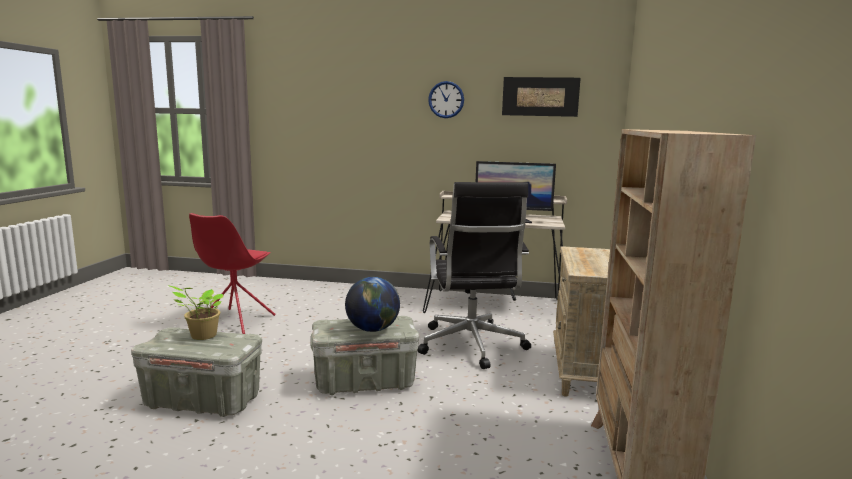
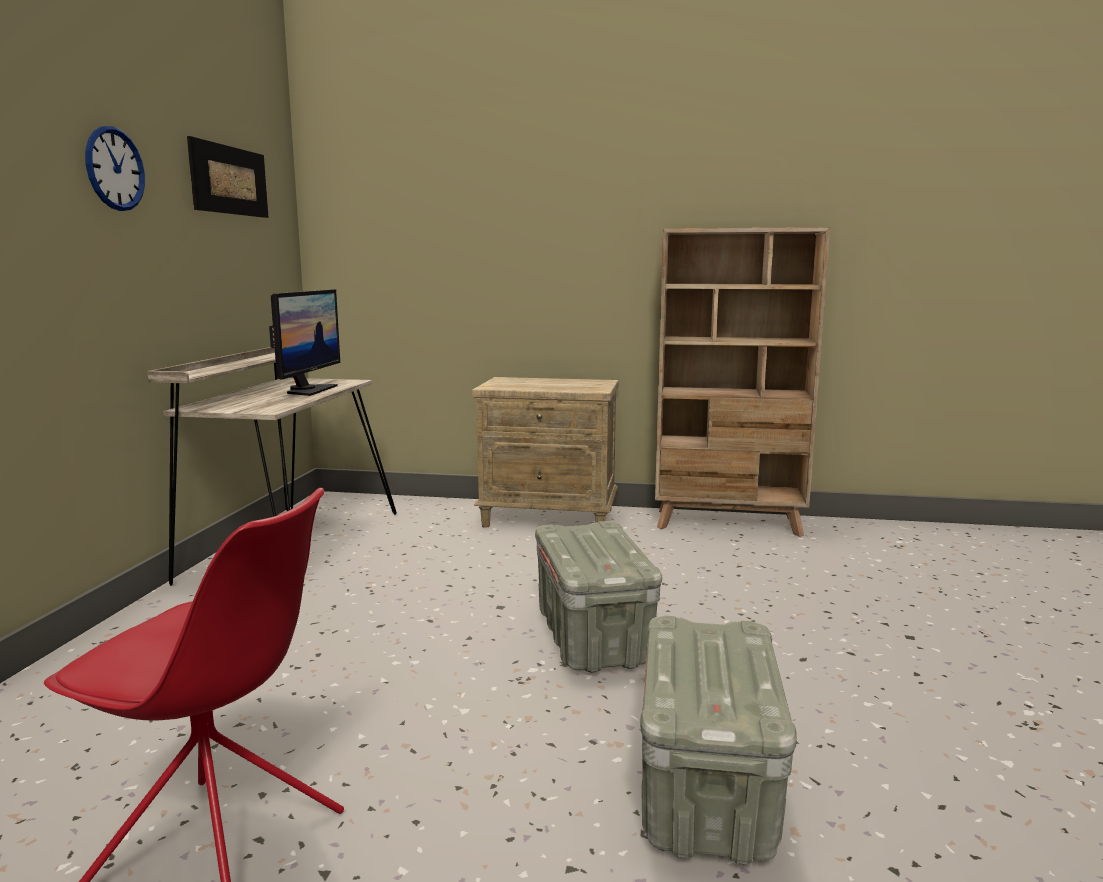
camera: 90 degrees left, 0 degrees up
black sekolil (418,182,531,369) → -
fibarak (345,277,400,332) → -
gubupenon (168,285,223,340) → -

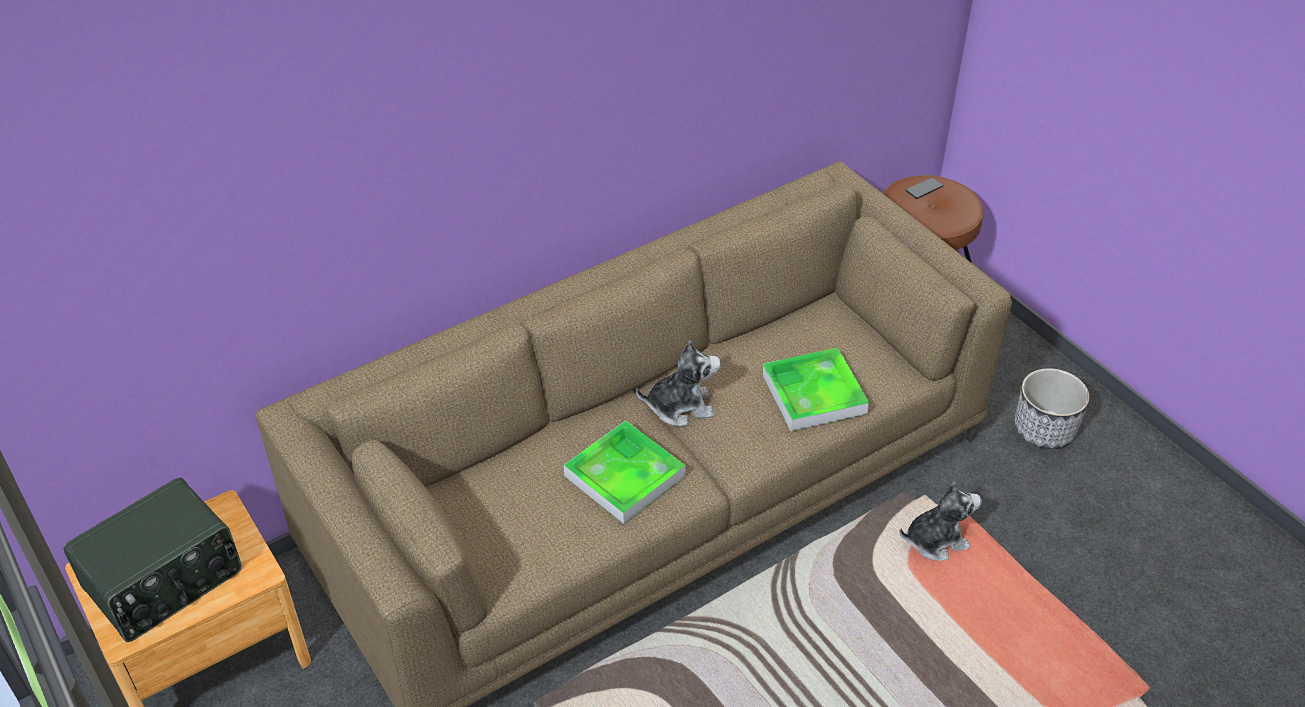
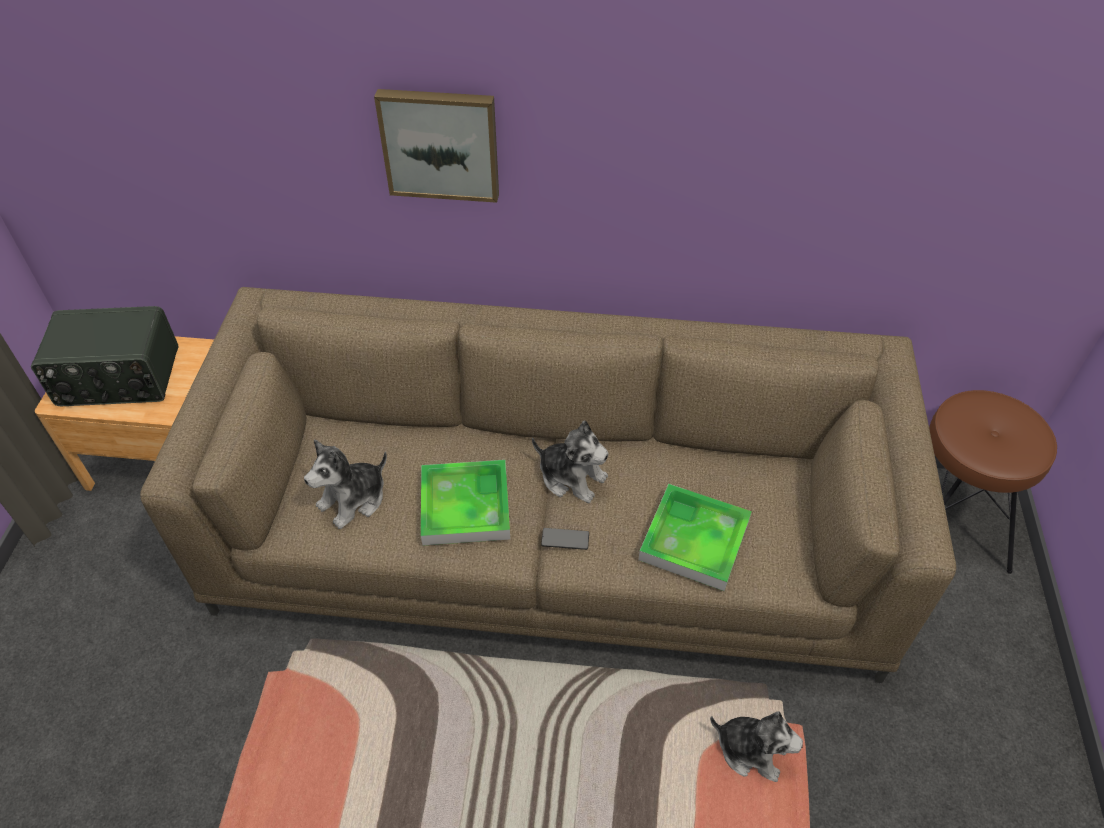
camera: 40 degrees right, 5 degrees up
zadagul (906,177,944,199) → zadagul (541,528,589,550), moved
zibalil (1014,368,1089,449) → -
- → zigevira (374,89,499,203)
- → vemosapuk (304,440,387,529)

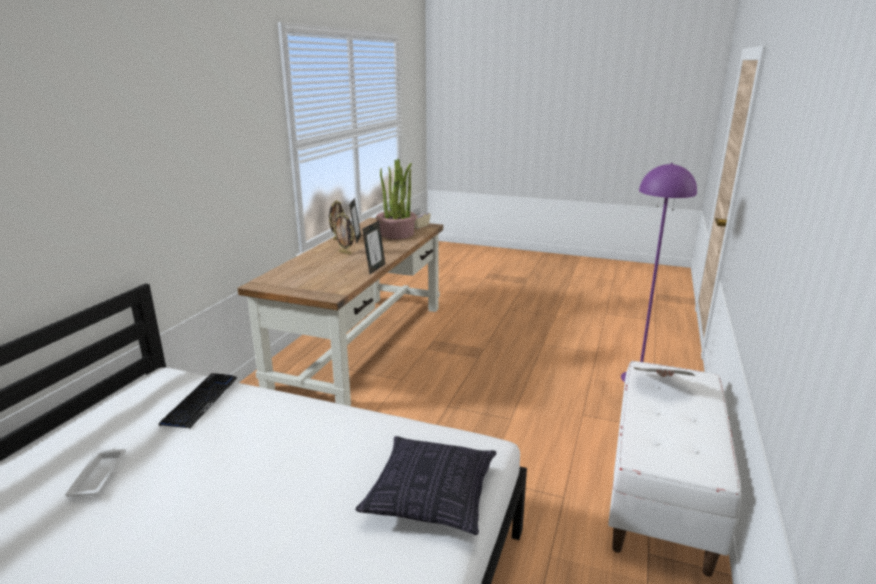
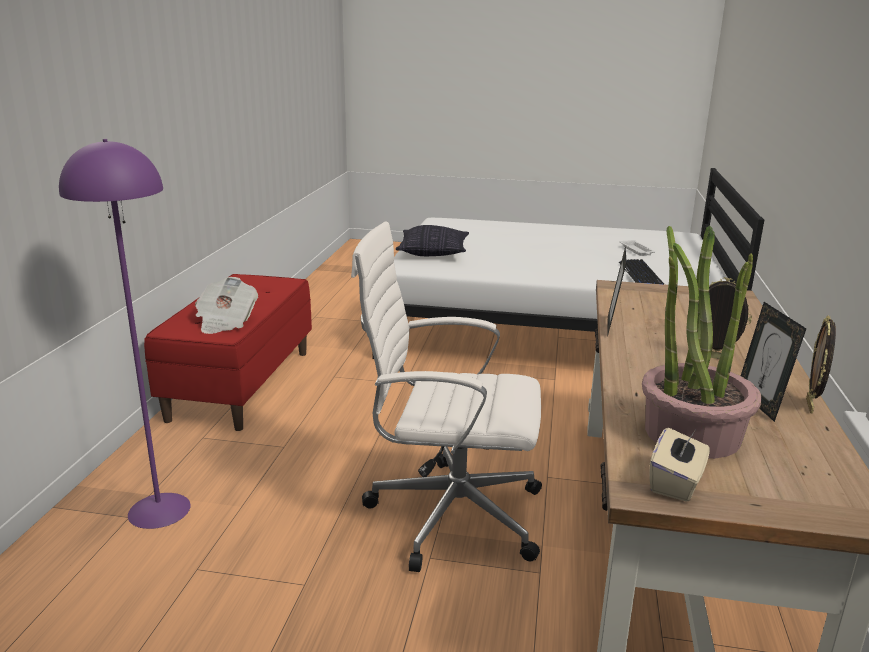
camera: 170 degrees right, 0 degrees up
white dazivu (608,361,741,577) → red dazivu (144,274,312,431)
- → white sekolil (351,221,542,572)

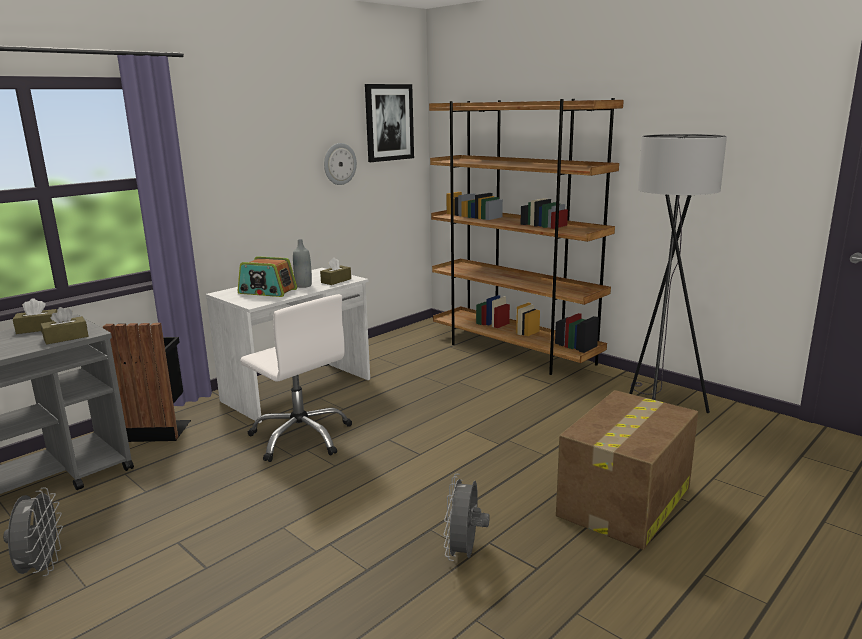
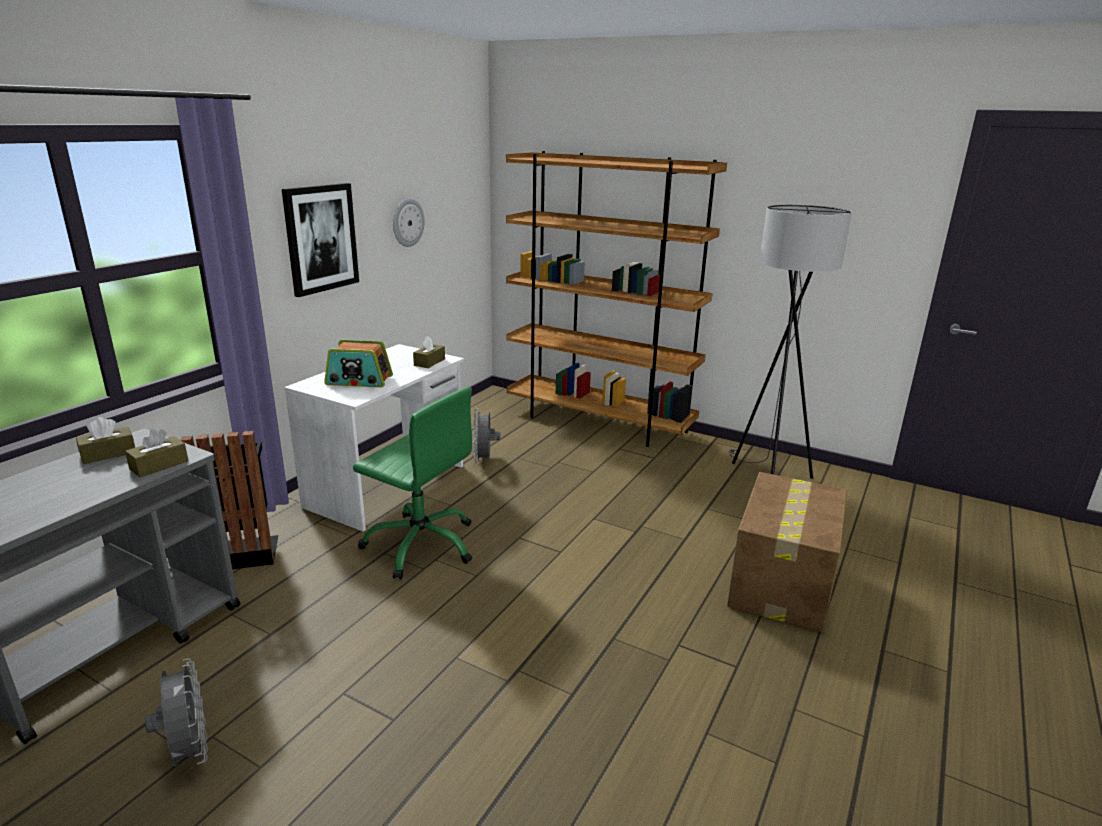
camera: 15 degrees left, 5 degrees up
zigevira (365,84,414,162) → zigevira (282,183,359,297), moved
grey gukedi (293,239,312,288) → -
white sekolil (240,294,352,462) → green sekolil (353,387,472,579)
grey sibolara (443,474,490,561) → grey sibolara (473,408,500,464), moved

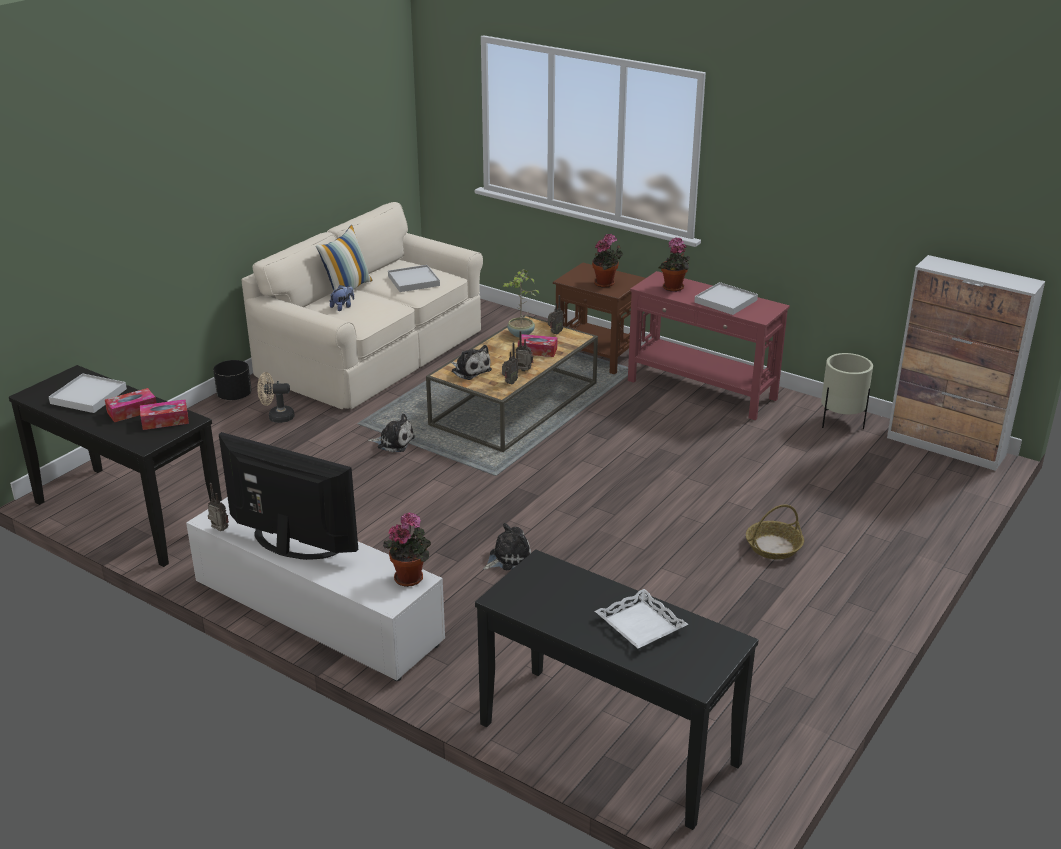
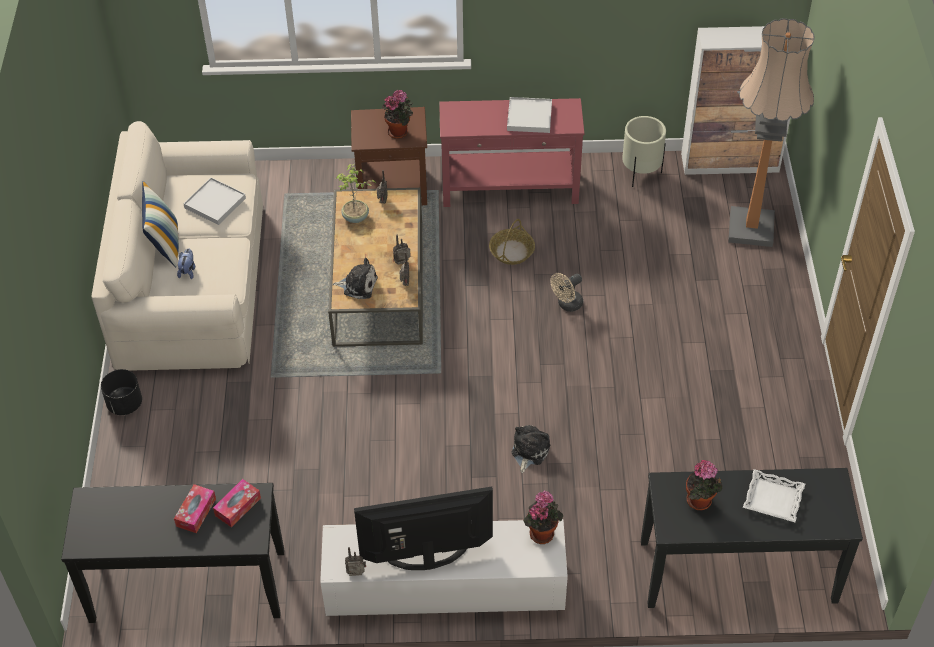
camera: 35 degrees left, 20 degrees up
gubupenon (658,237,690,292) → gubupenon (686,460,723,510), moved
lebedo (518,334,557,357) → -
beige sibolara (257,372,294,423) → beige sibolara (551,273,583,312), moved
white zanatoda (49,373,127,413) → -
vemosapuk (368,414,415,452) → -
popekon (746,504,804,560) → popekon (489,219,535,265), moved
- → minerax (728,18,814,247)

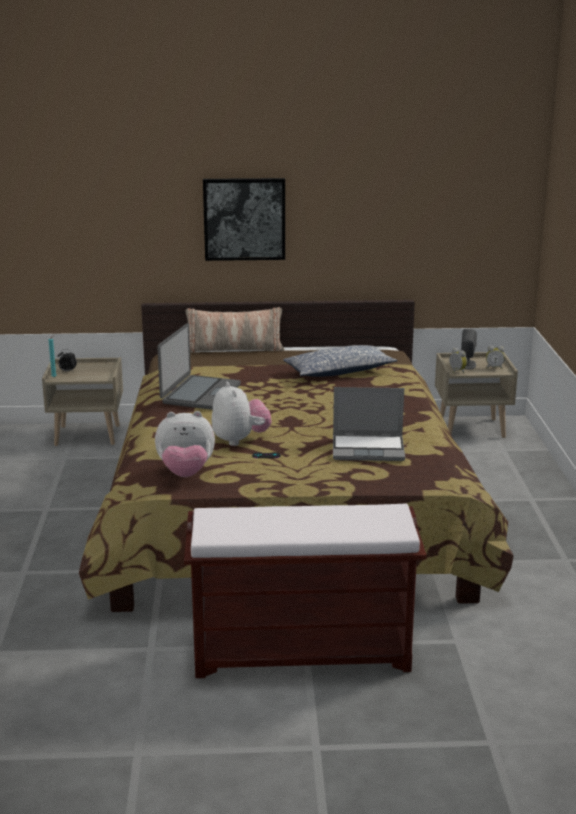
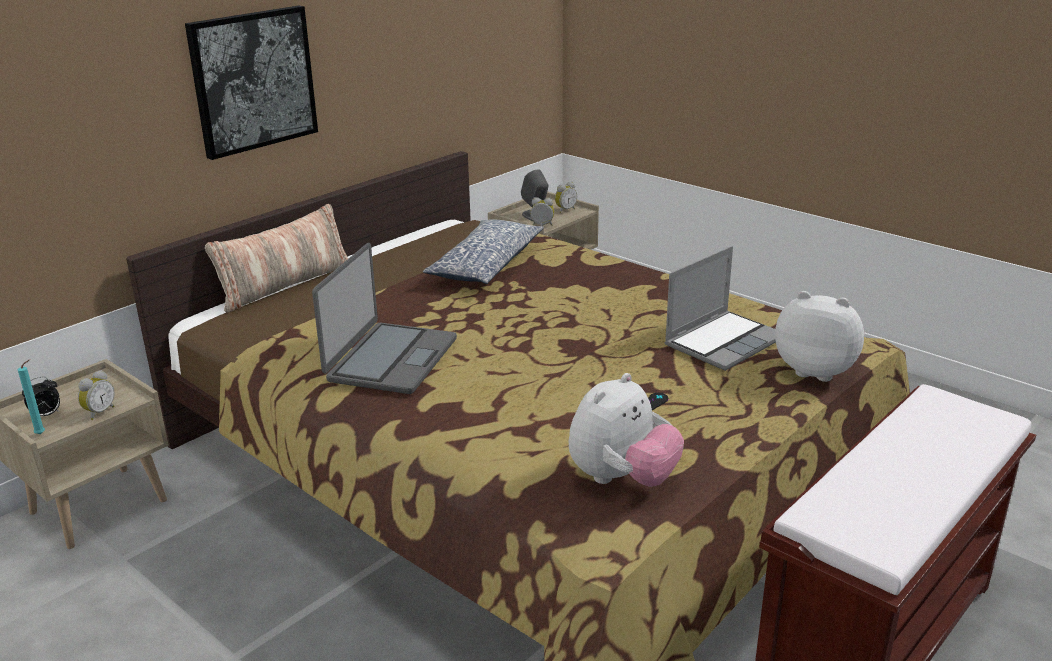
camera: 45 degrees left, 5 degrees up
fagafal (157,323,241,410) → fagafal (312,243,457,394), 45 degrees clockwise
vemosapuk (211,382,272,446) → vemosapuk (775,291,864,382), moved
- → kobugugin (78,370,115,420)

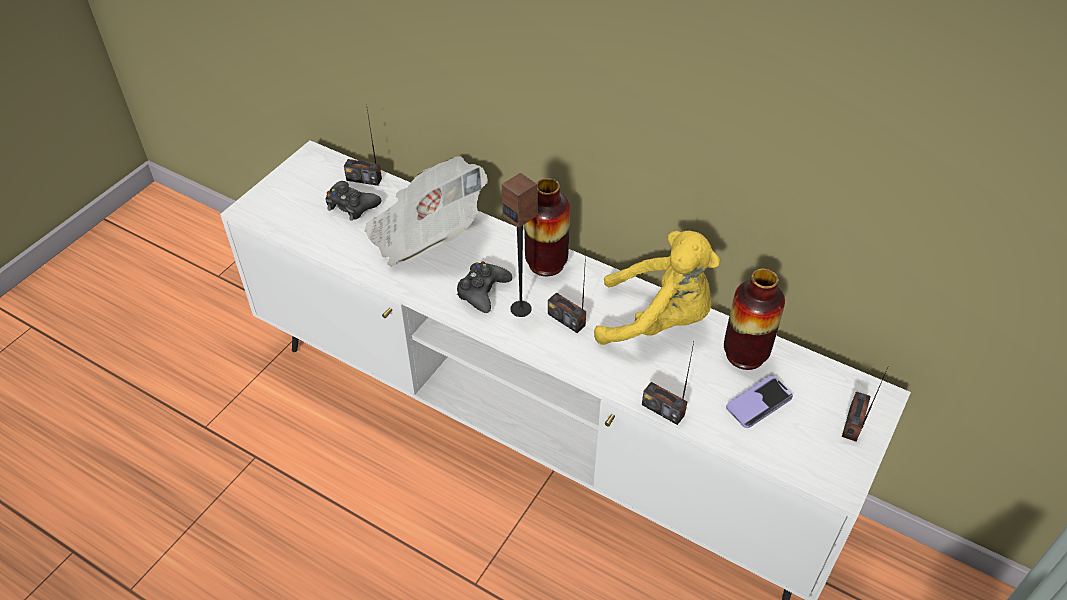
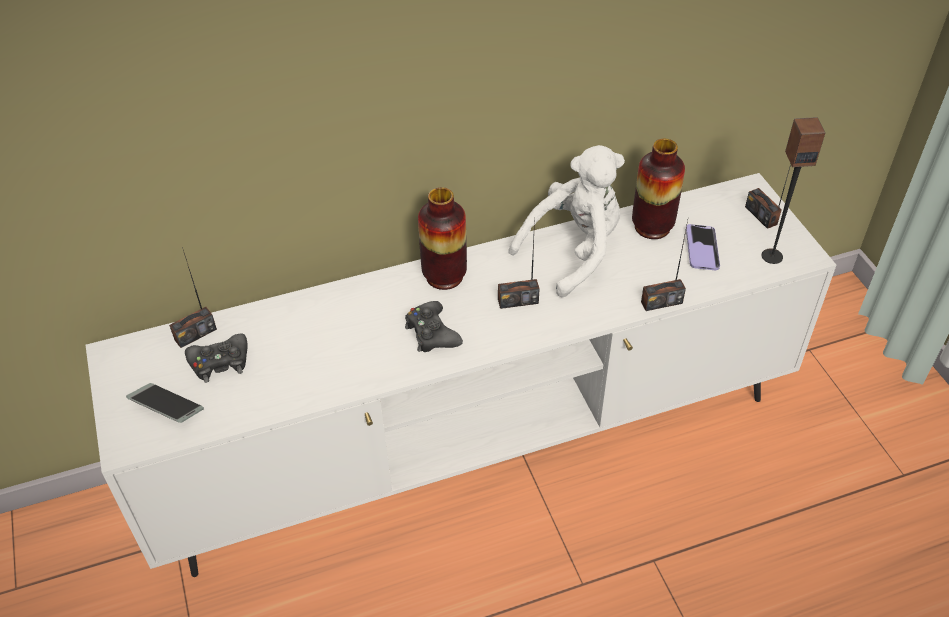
camera: 50 degrees left, 0 degrees up
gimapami (364,156,488,267) → -
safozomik (502,173,538,317) → safozomik (762,117,825,264), moved
yellow vemosapuk (594,231,720,345) → white vemosapuk (508,145,625,297)
- → zadagul (126,383,204,423)

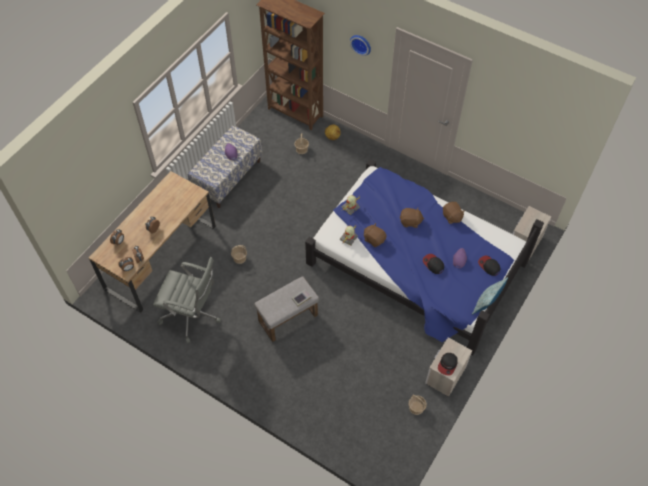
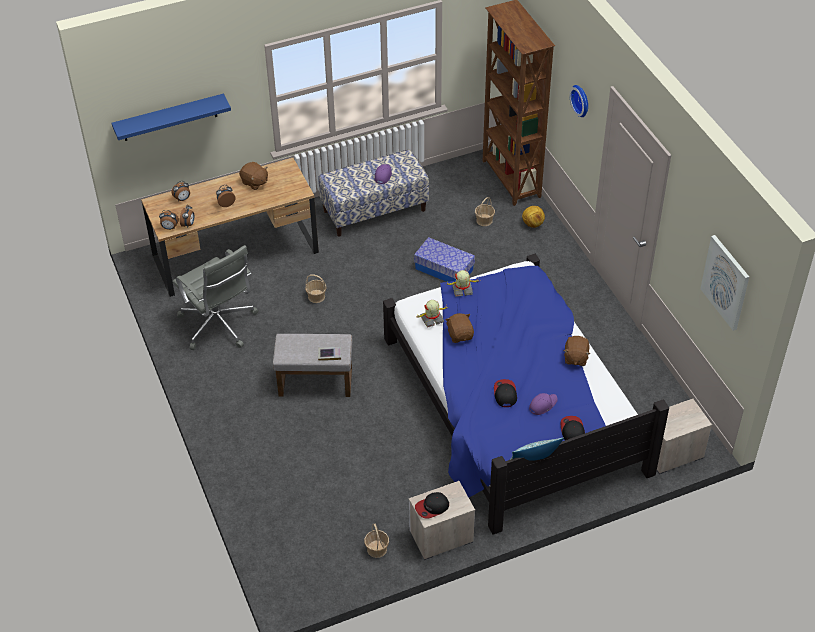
camera: 35 degrees right, 10 degrees down
brown vemosapuk (400,208,424,228) → brown vemosapuk (239,162,268,190), moved
- → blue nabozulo (112,94,231,141)
- → zigevira (700,235,749,331)
- → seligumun (414,237,475,282)

